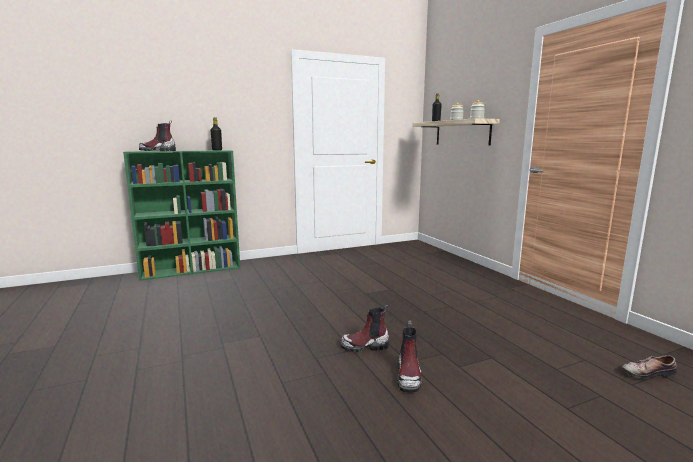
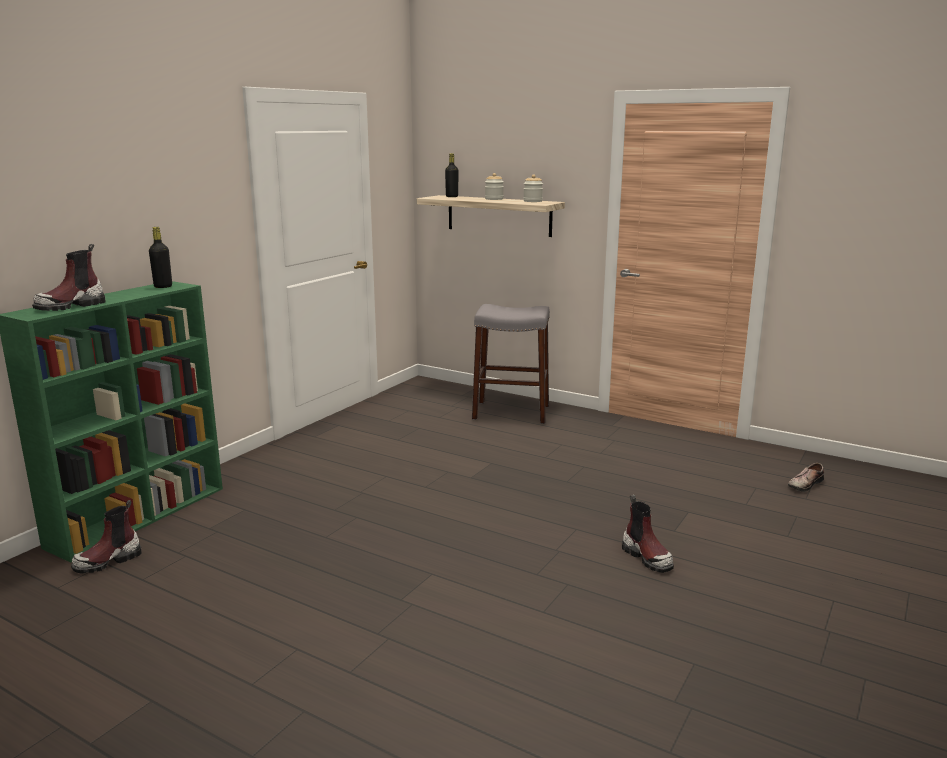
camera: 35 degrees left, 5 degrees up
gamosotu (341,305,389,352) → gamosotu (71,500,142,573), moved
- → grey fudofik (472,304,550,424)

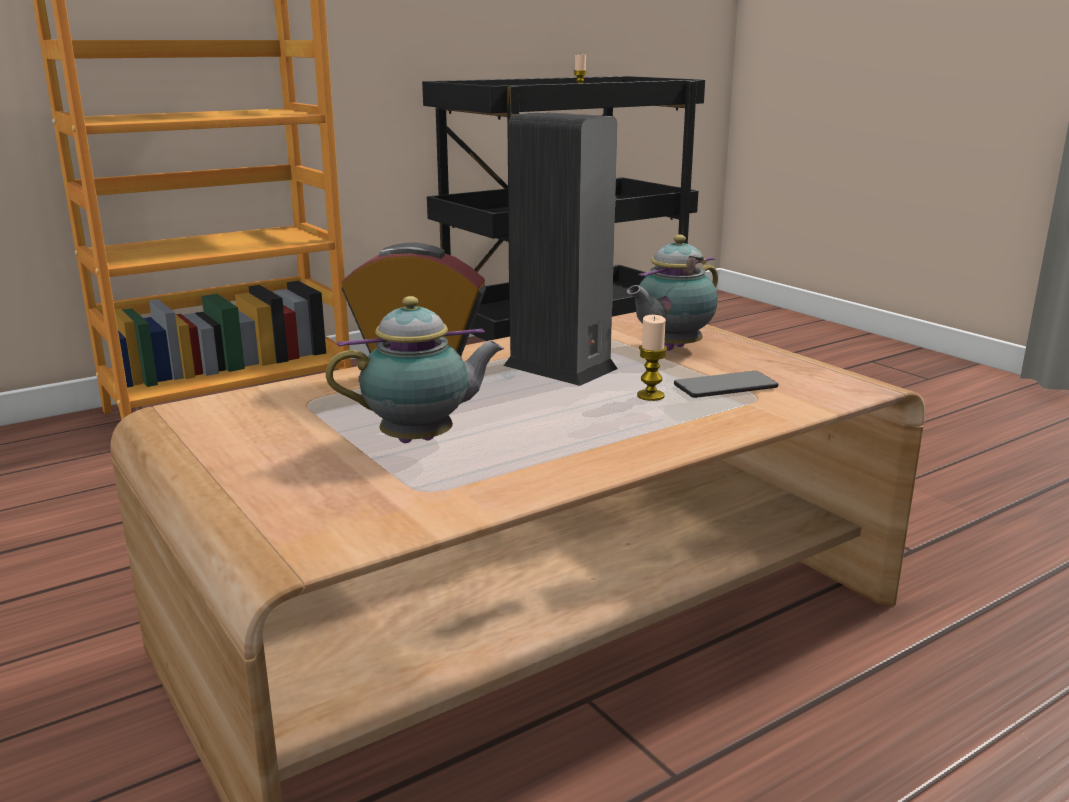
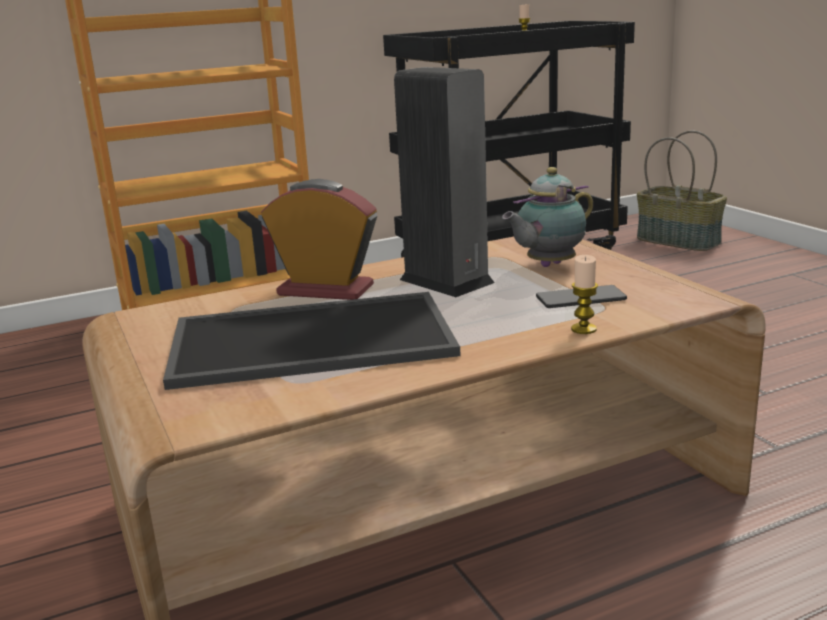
camera: 10 degrees right, 0 degrees up
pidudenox (326,296,504,443) → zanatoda (163,292,461,390)
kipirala (637,315,667,401) → kipirala (571,255,598,334), moved
- → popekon (637,130,727,251)

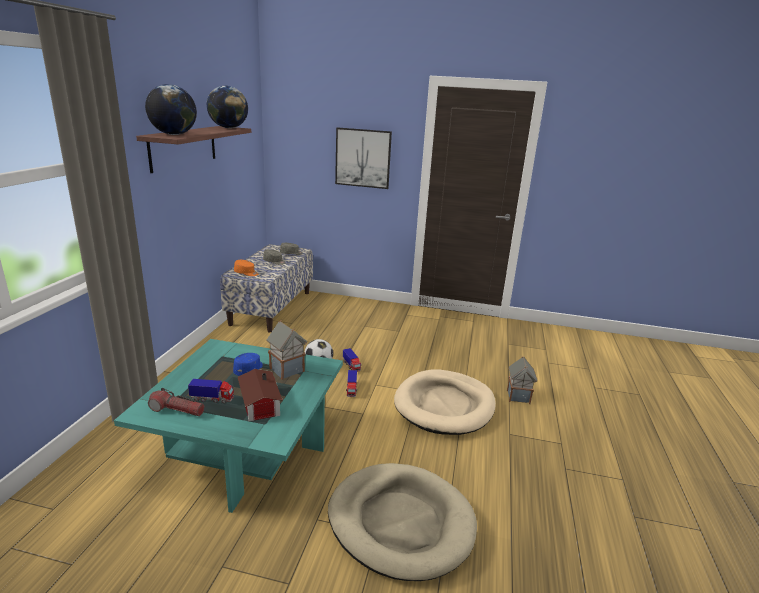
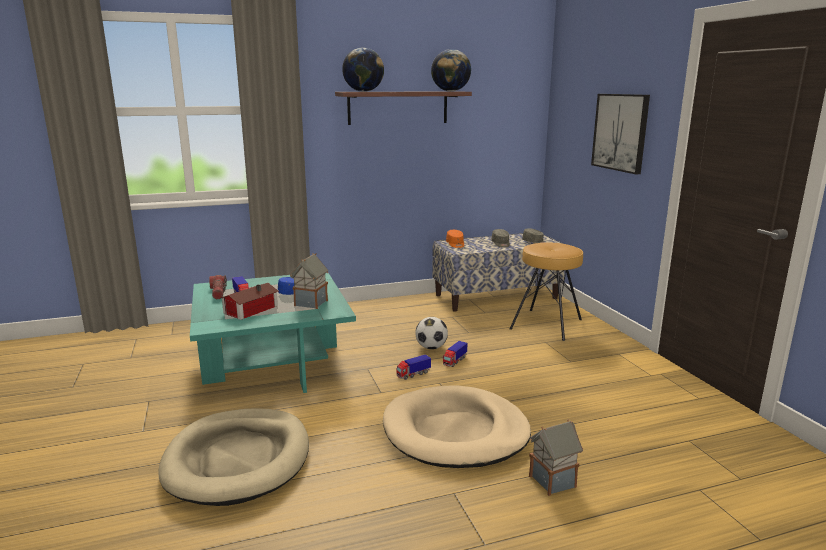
camera: 60 degrees right, 5 degrees down
- → brown fudofik (510,242,583,341)

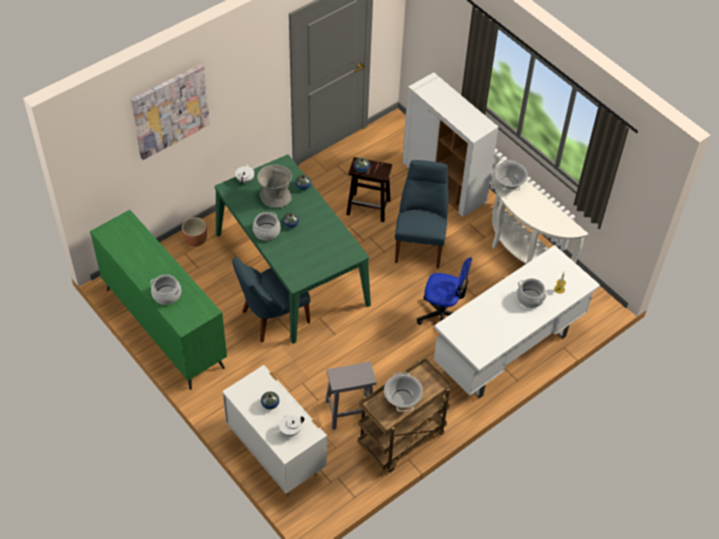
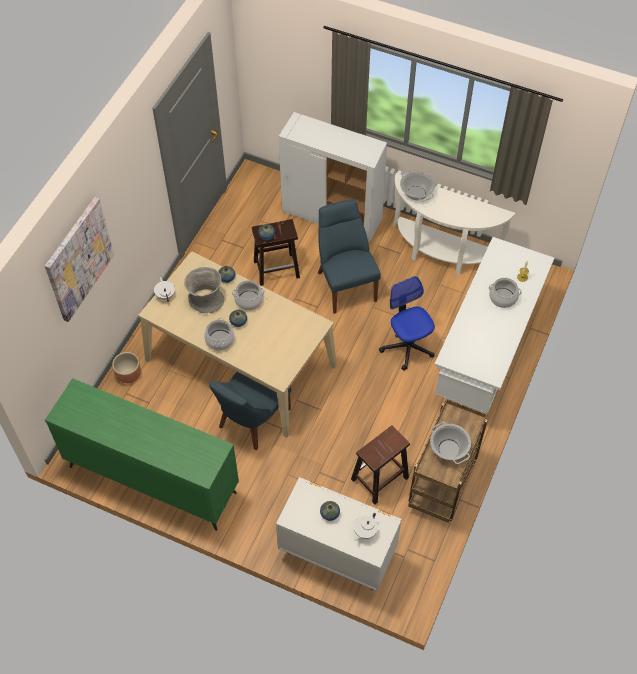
camera: 25 degrees left, 5 degrees up
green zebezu (215,154,371,344) → beige zebezu (139,251,337,437)
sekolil (417,257,472,325) → sekolil (379,276,435,370), 105 degrees counterclockwise
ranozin (150,274,181,305) → ranozin (232,280,265,311), moved
grey fudofik (325,361,376,430) → brown fudofik (351,425,410,505)

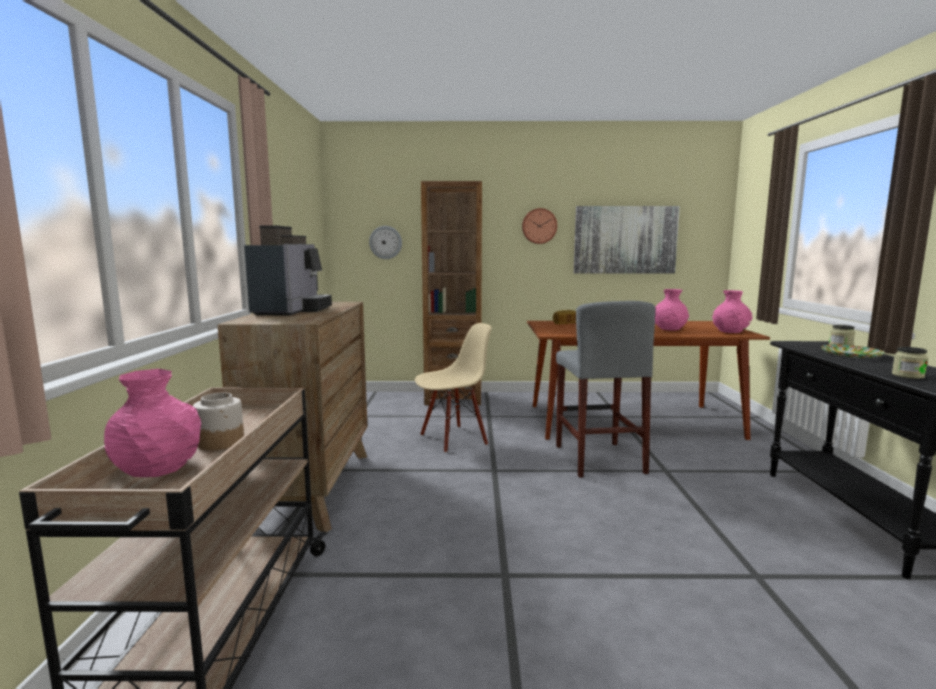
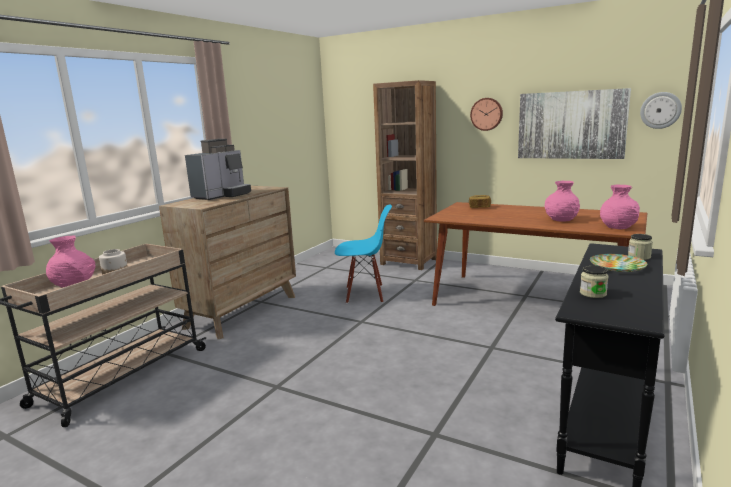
camera: 30 degrees right, 5 degrees up
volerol (369,226,402,259) → volerol (640,92,682,129), moved
grey fudofik (556,301,655,478) → -
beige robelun (415,323,492,453) → blue robelun (335,205,392,303)

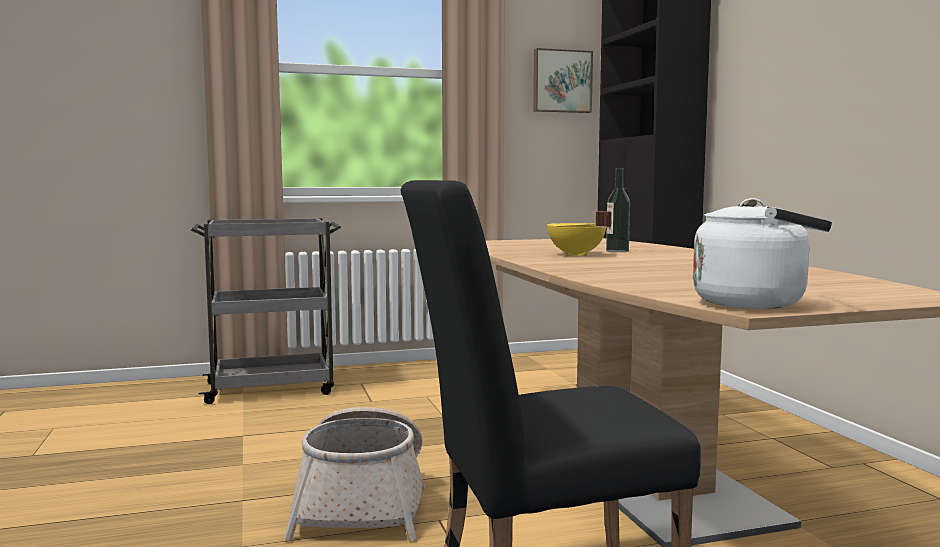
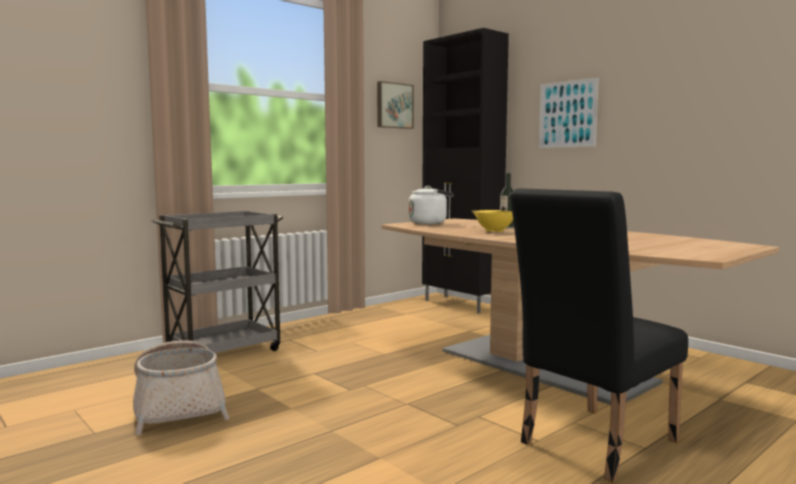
camera: 25 degrees left, 0 degrees up
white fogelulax (693,198,832,309) → white fogelulax (409,186,454,224), moved
popekon (284,407,425,541) → popekon (133,340,230,435), moved
- → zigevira (539,77,599,148)

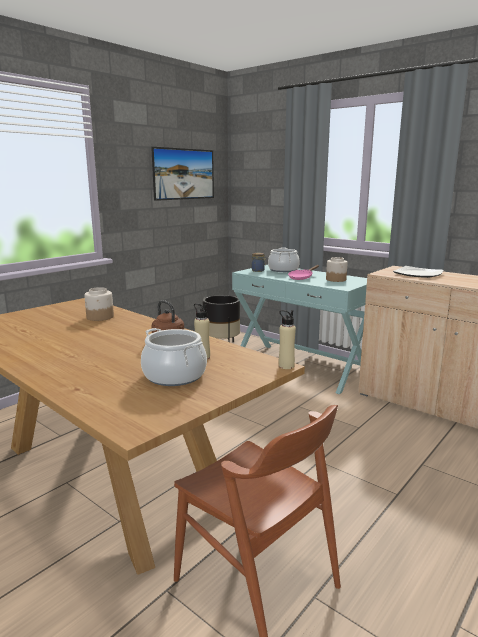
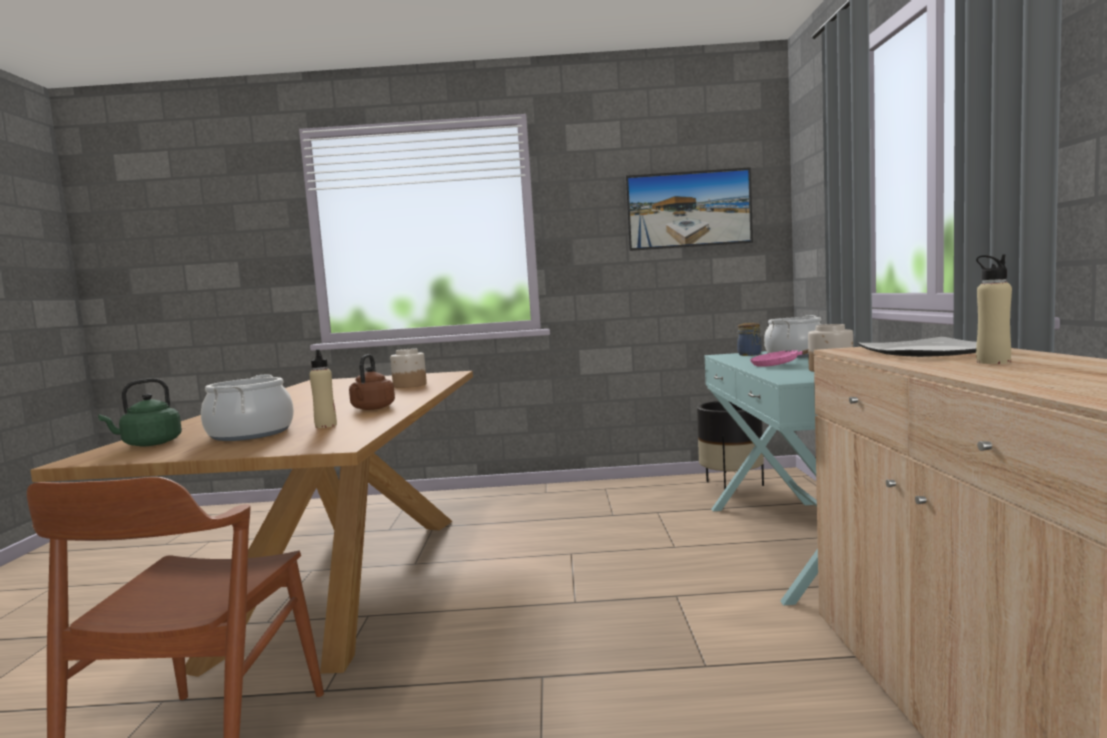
camera: 50 degrees right, 10 degrees down
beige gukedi (279,310,296,369) → beige gukedi (976,255,1012,364), moved
- → green fogelulax (98,378,182,447)

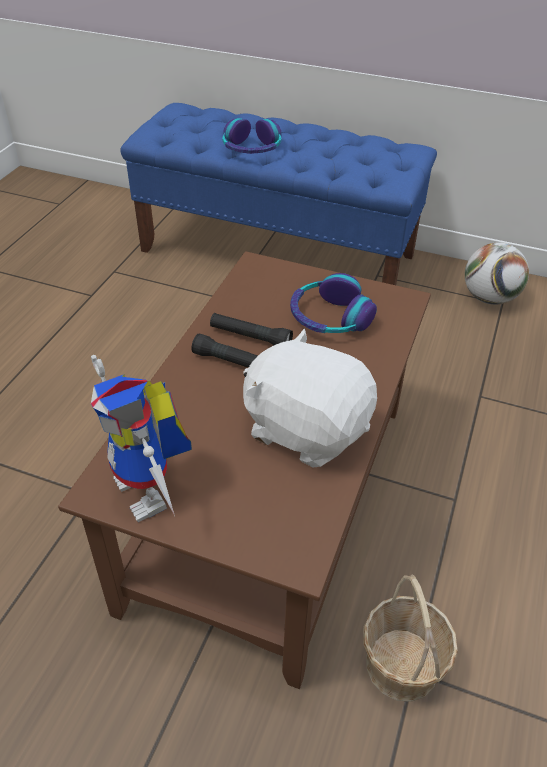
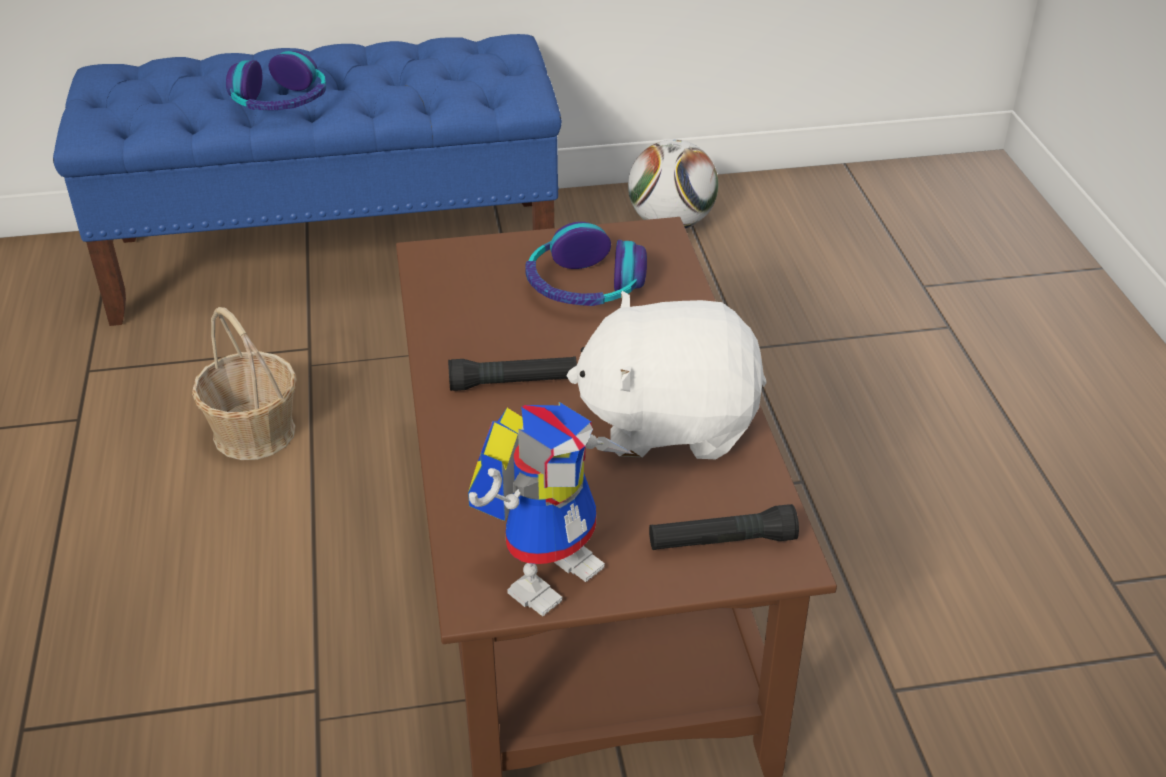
camera: 30 degrees left, 5 degrees down
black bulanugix (210,313,293,345) → black bulanugix (649,504,799,550), moved
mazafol (91,355,192,522) → mazafol (468,402,634,617), 75 degrees counterclockwise
popekon (363,575,458,702) → popekon (192,307,297,460), moved

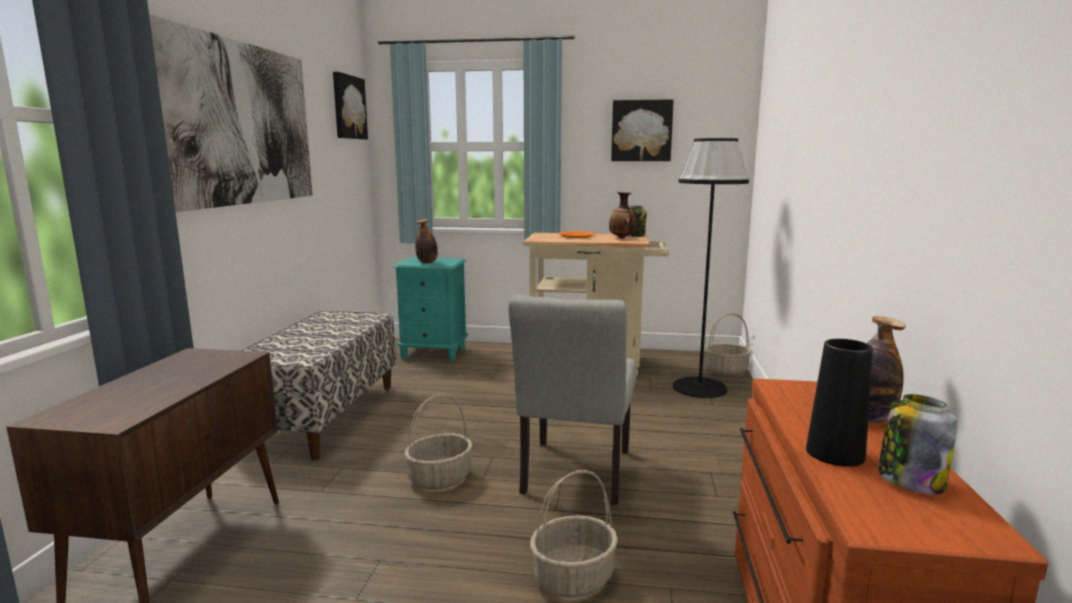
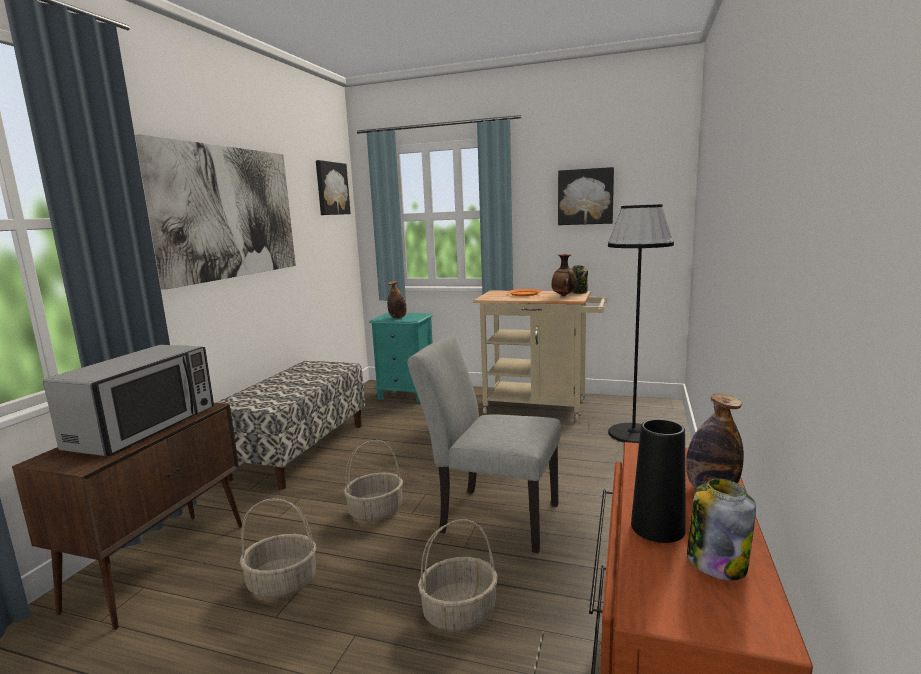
camera: 10 degrees right, 0 degrees up
grey robelun (508,295,636,505) → grey robelun (407,335,561,553), 90 degrees clockwise
popekon (705,313,751,375) → popekon (240,498,316,599), moved
- → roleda (43,345,214,456)

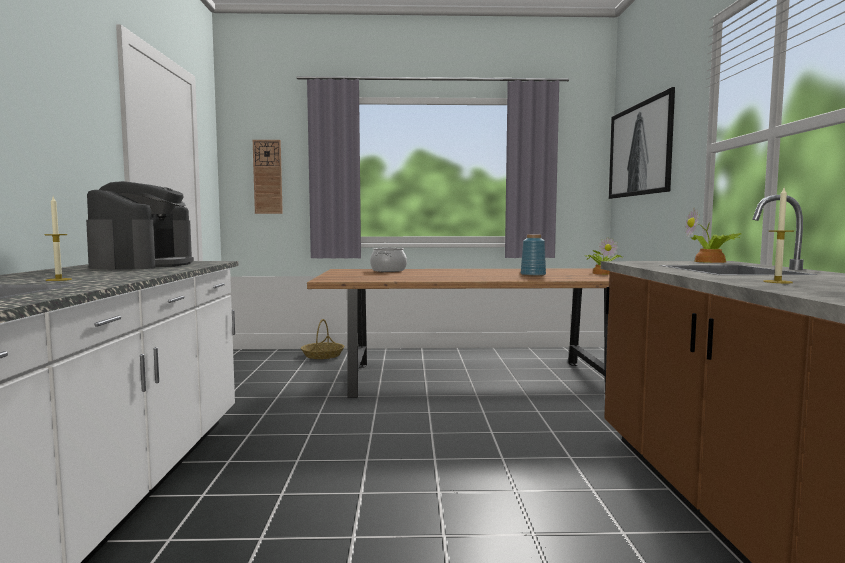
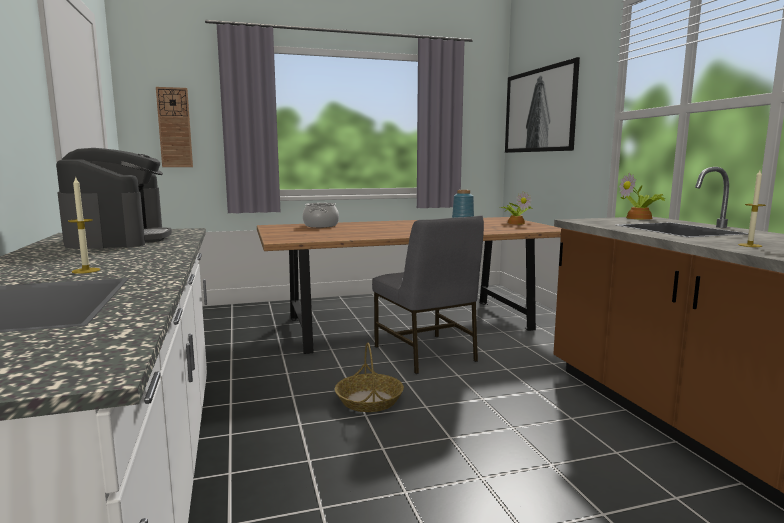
camera: 15 degrees left, 5 degrees up
popekon (301,319,344,359) → popekon (335,343,404,412), moved
- → grey robelun (372,215,484,374)

